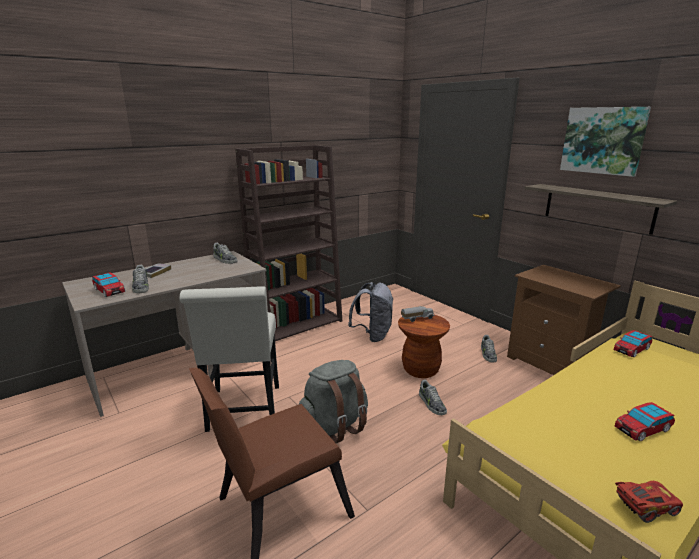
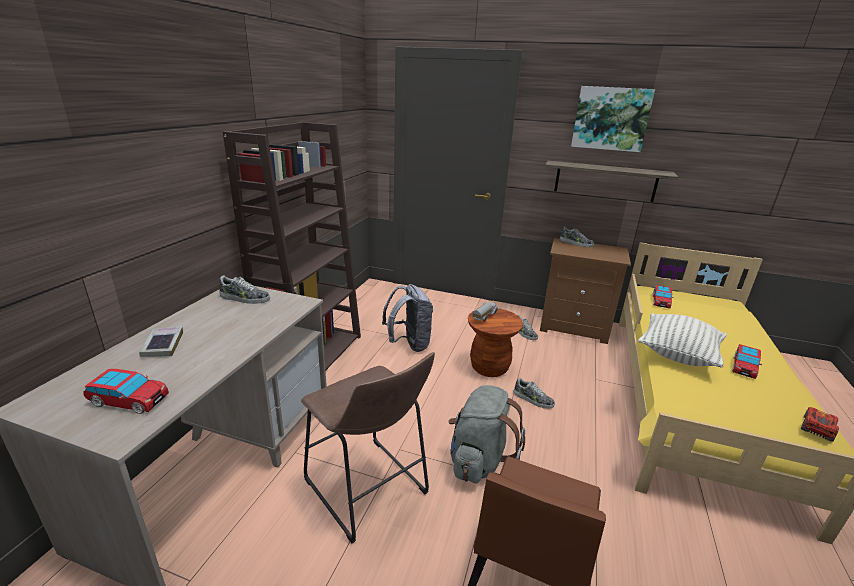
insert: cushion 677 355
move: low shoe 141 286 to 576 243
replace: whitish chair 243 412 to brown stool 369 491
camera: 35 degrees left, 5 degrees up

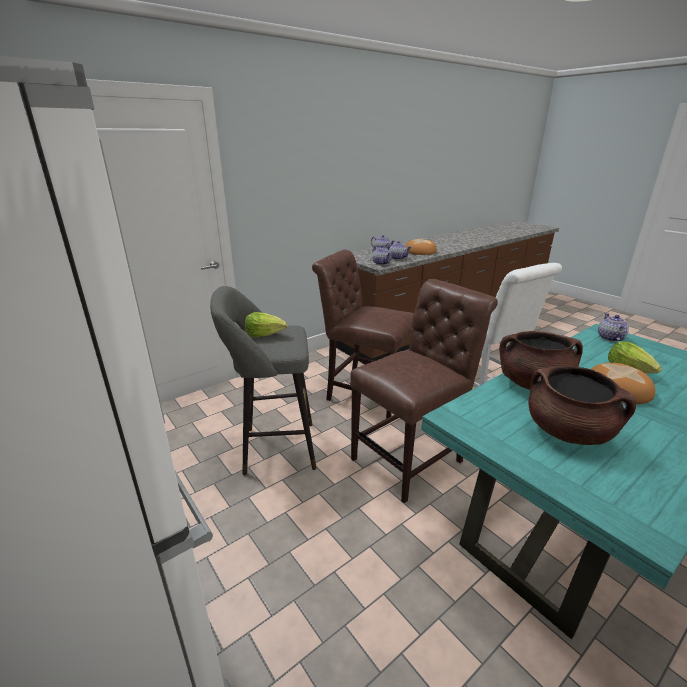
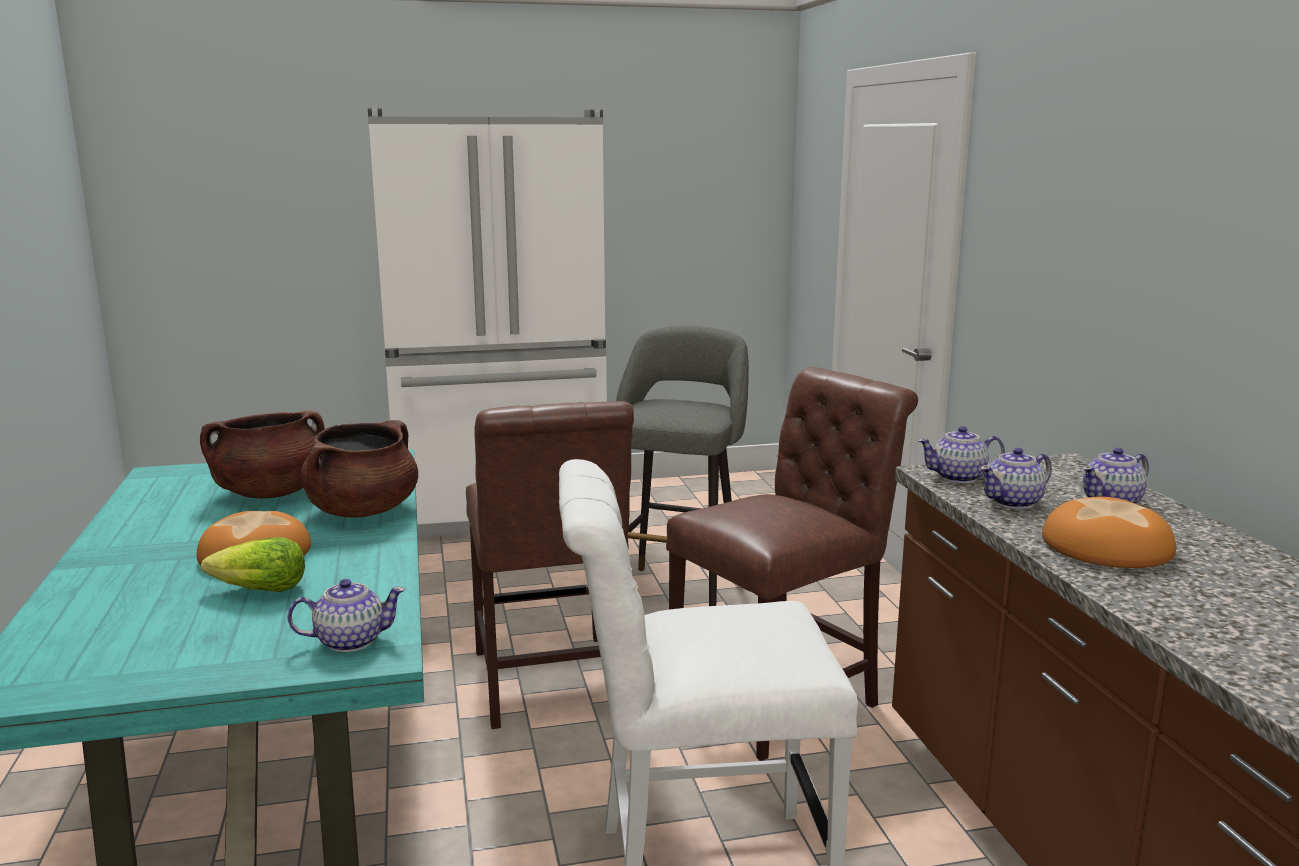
delete: lettuce 265 334
rotate: pot for tea 610 338 = 349 641 45 degrees counterclockwise
camera: 115 degrees right, 10 degrees down

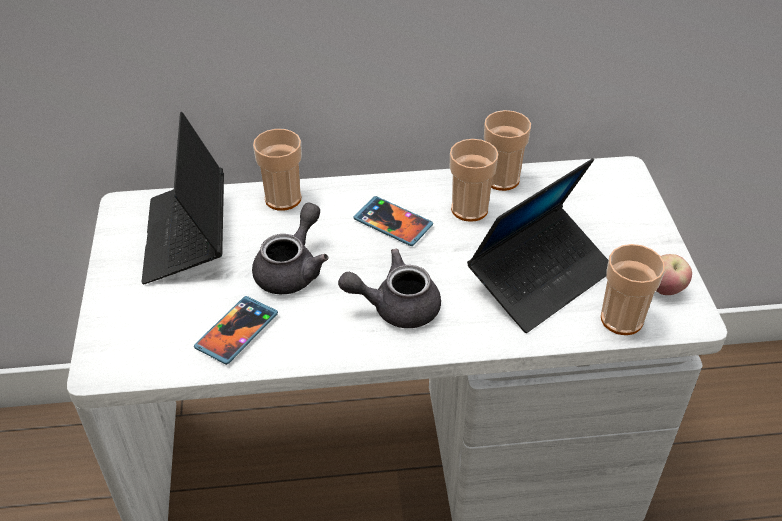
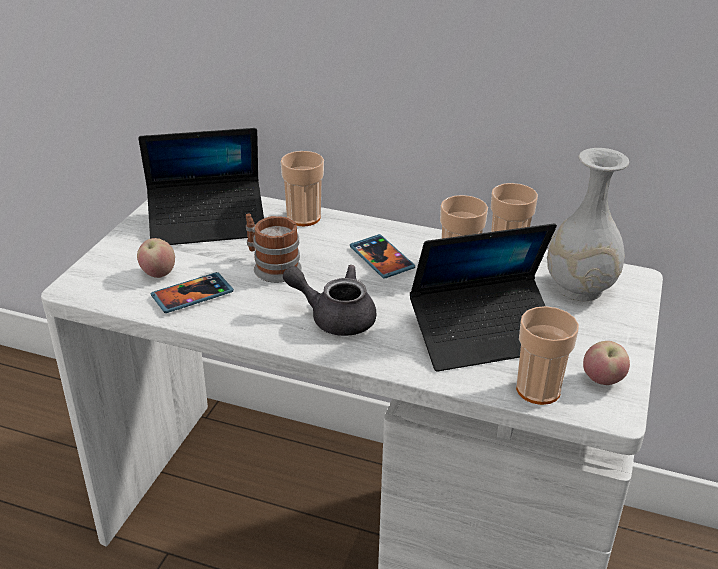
insert: apple 158 274; whitish vase 578 288
replace: grey pot for tea 292 269 to coffee mug 271 266
rotate: notebook computer 187 237 = 207 223 120 degrees counterclockwise
camera: 25 degrees right, 10 degrees down

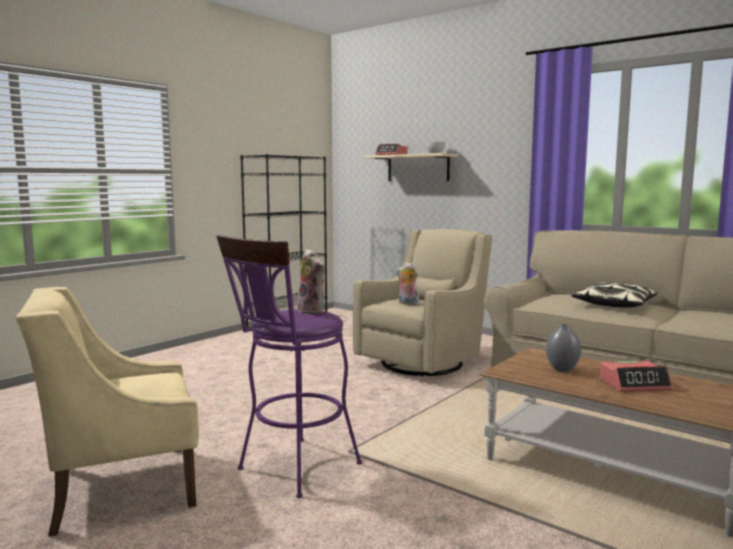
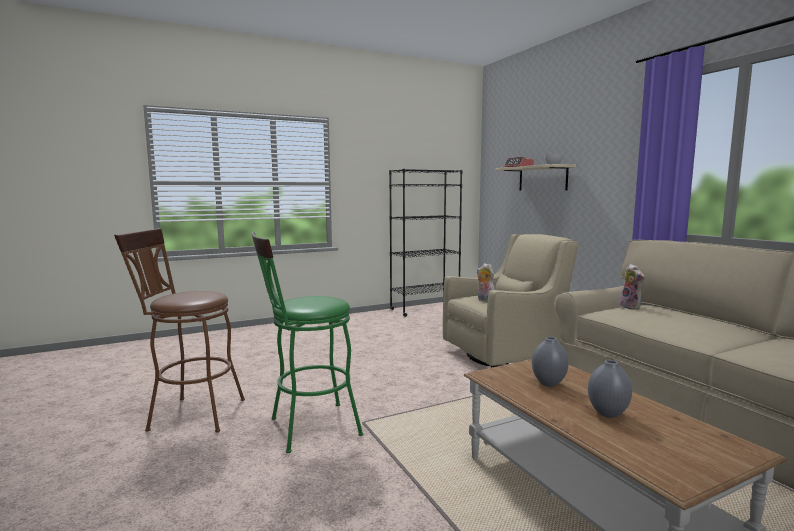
delete: cushion 614 304
move: cuddly toy 313 311 to 631 307
replace: beige-coloured easy chair 120 486 to brown stool 190 414; alarm clock 634 384 to grey vase 608 413
recolor: purple stool 292 470 to green-coloured stool 307 428
camera: 25 degrees right, 0 degrees up

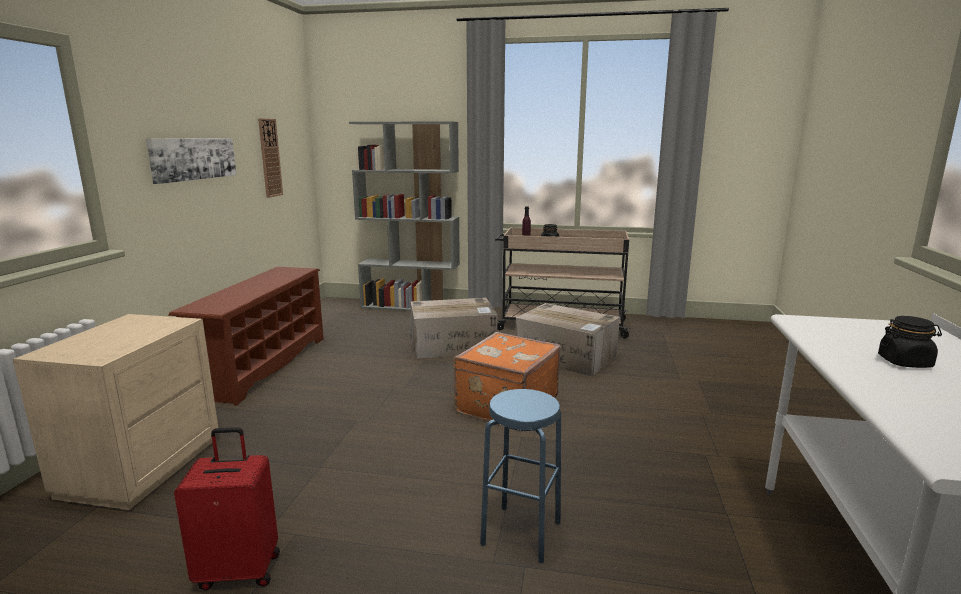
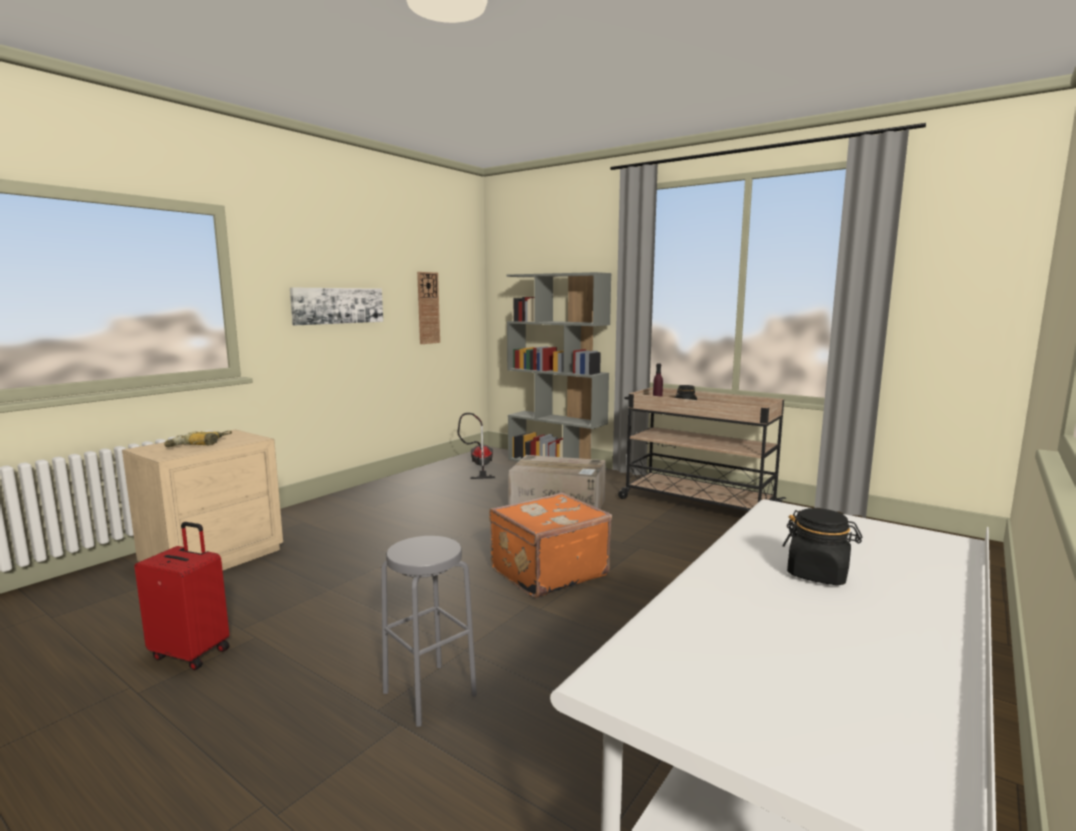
delete: brown shoe stand 263 365; cardboard box 567 356
insert: drill 198 445; vacuum cleaner 479 466
recolor: blue-coloured stool 521 533 to grey stool 430 693
camera: 25 degrees right, 5 degrees down

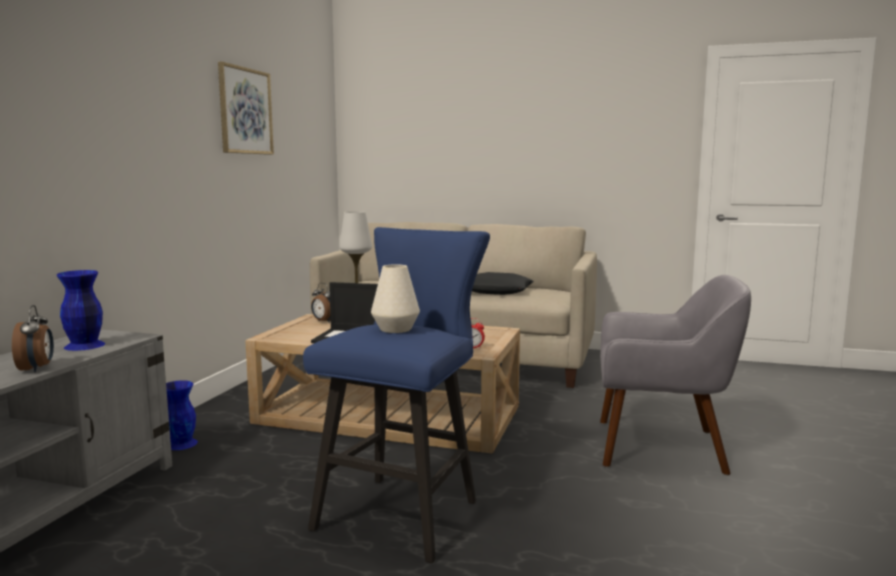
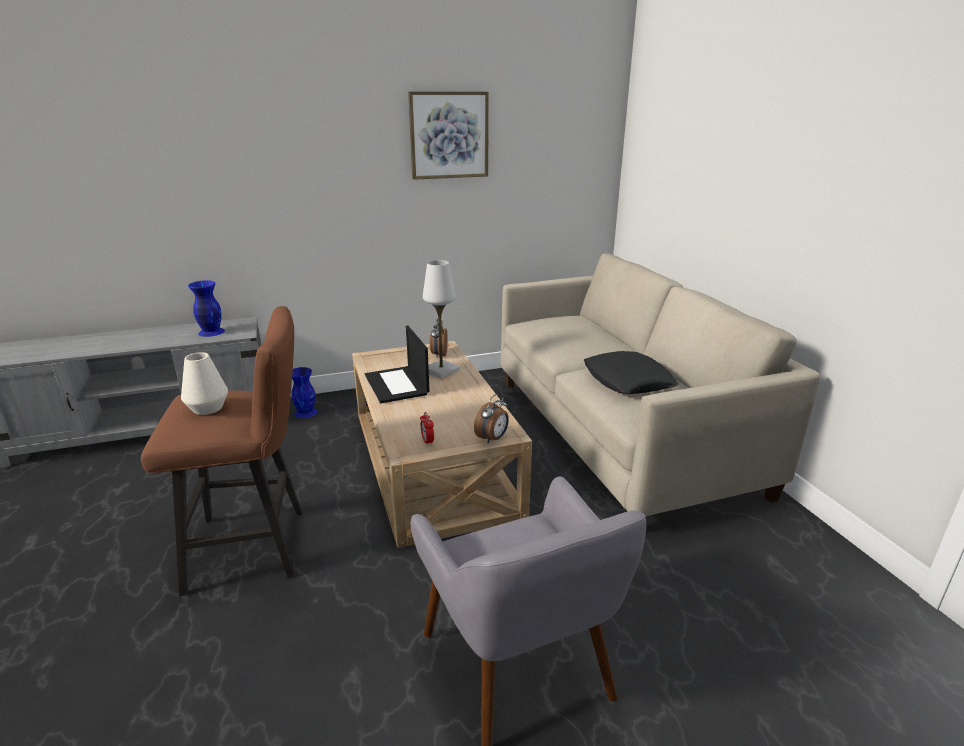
move: alarm clock 37 368 to 492 438
recolor: blue-coloured stool 404 511 to brown stool 257 547
camera: 55 degrees right, 15 degrees up

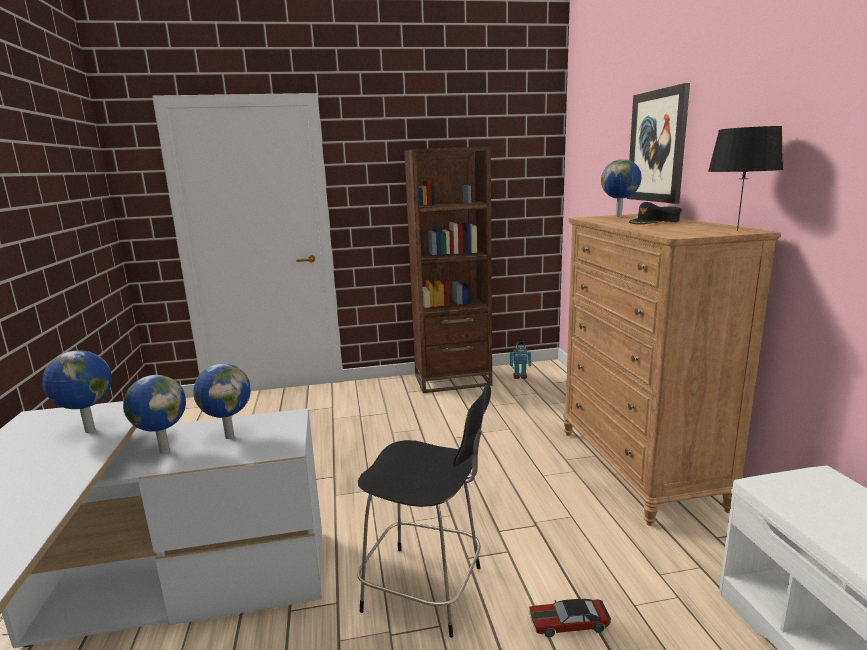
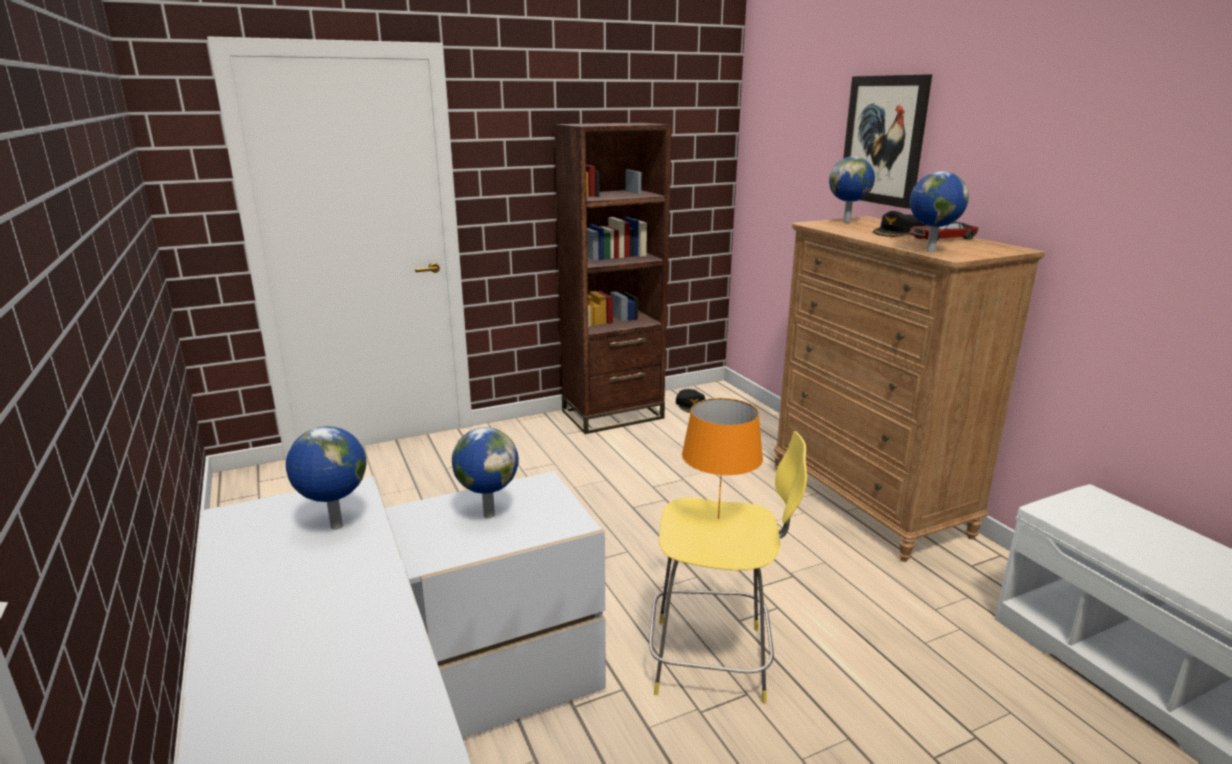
delete: blackish tabletop lamp 738 230
insert: orangey tabletop lamp 718 518
move: world globe 164 451 to 929 251; toy car 568 623 to 942 239
replace: toy robot 520 376 to blackish peaked cap 691 405
recolor: blackish stool 427 590 to yellowish stool 714 660
camera: 15 degrees left, 5 degrees up

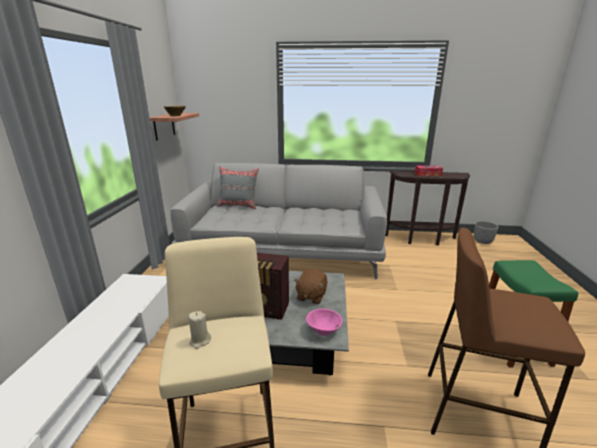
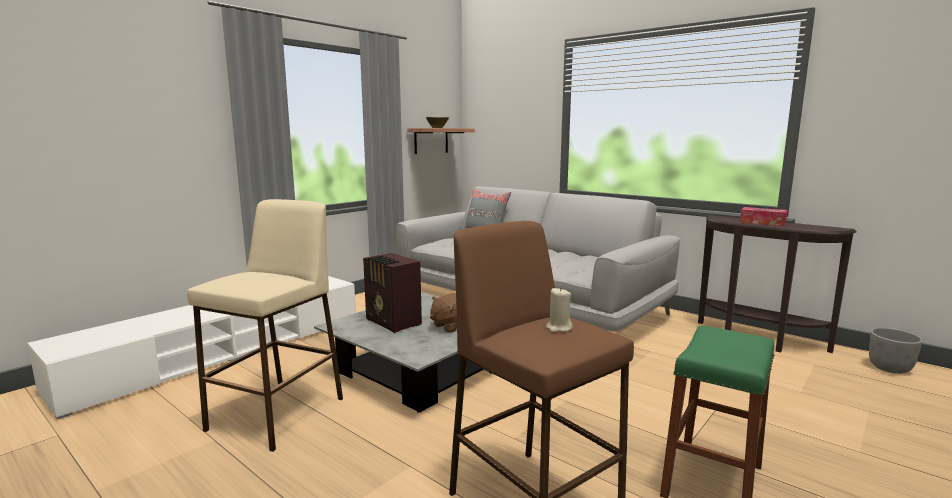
delete: pink deep dish 323 331
move: beige-coloured candle 200 341 to 558 328
camera: 35 degrees right, 10 degrees down

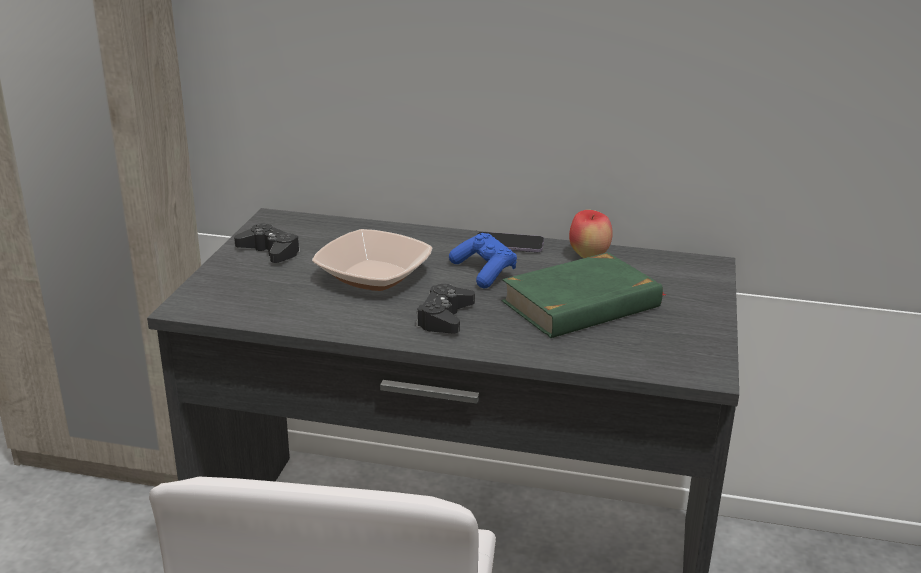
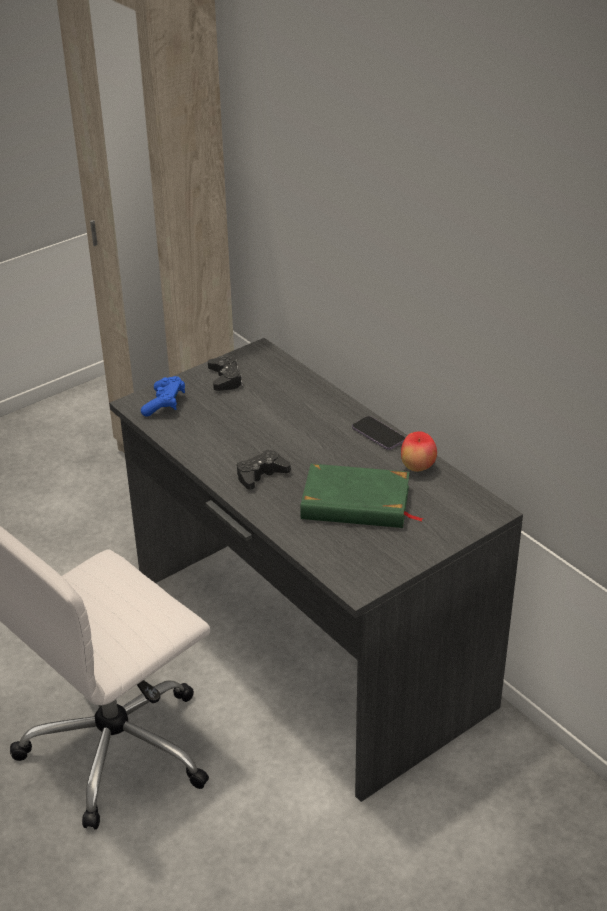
delete: deep dish 373 275
move: blue-coloured joypad 484 272 to 164 404
camera: 40 degrees right, 10 degrees up

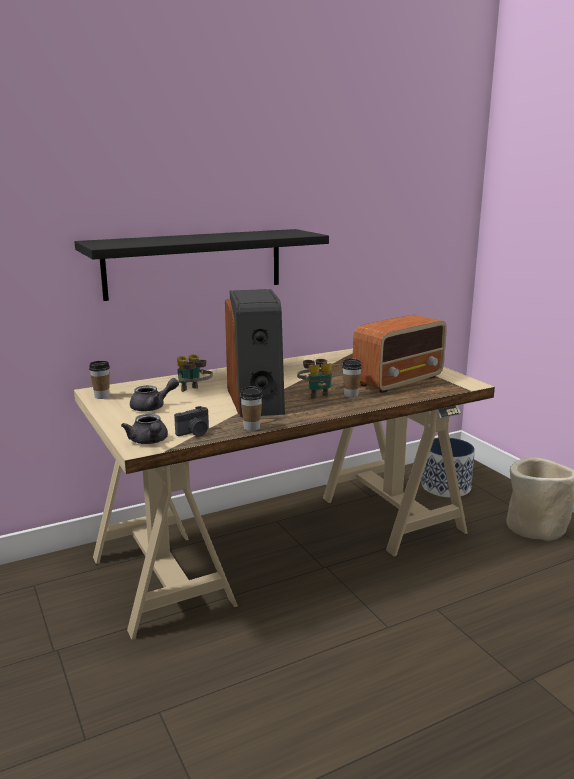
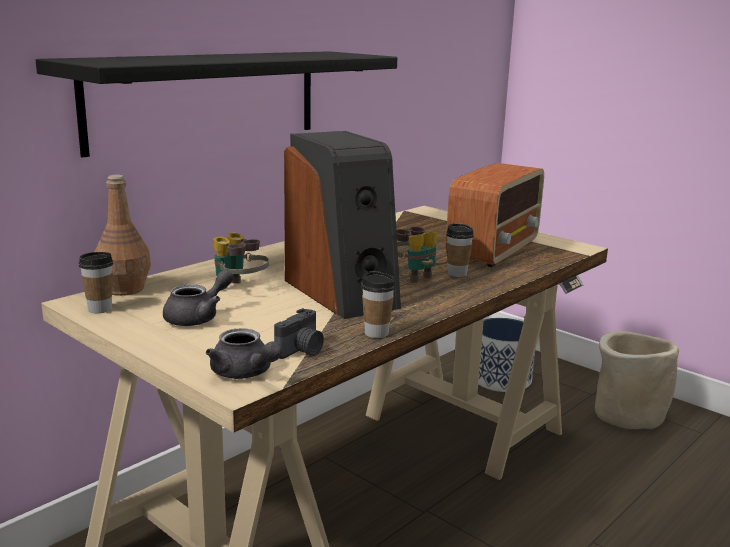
insert: brown drink bottle 123 289
camera: 20 degrees left, 0 degrees up

